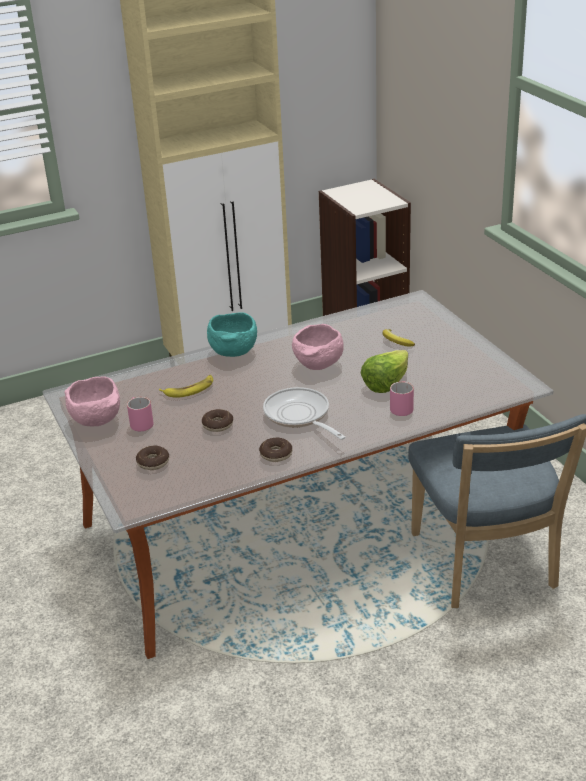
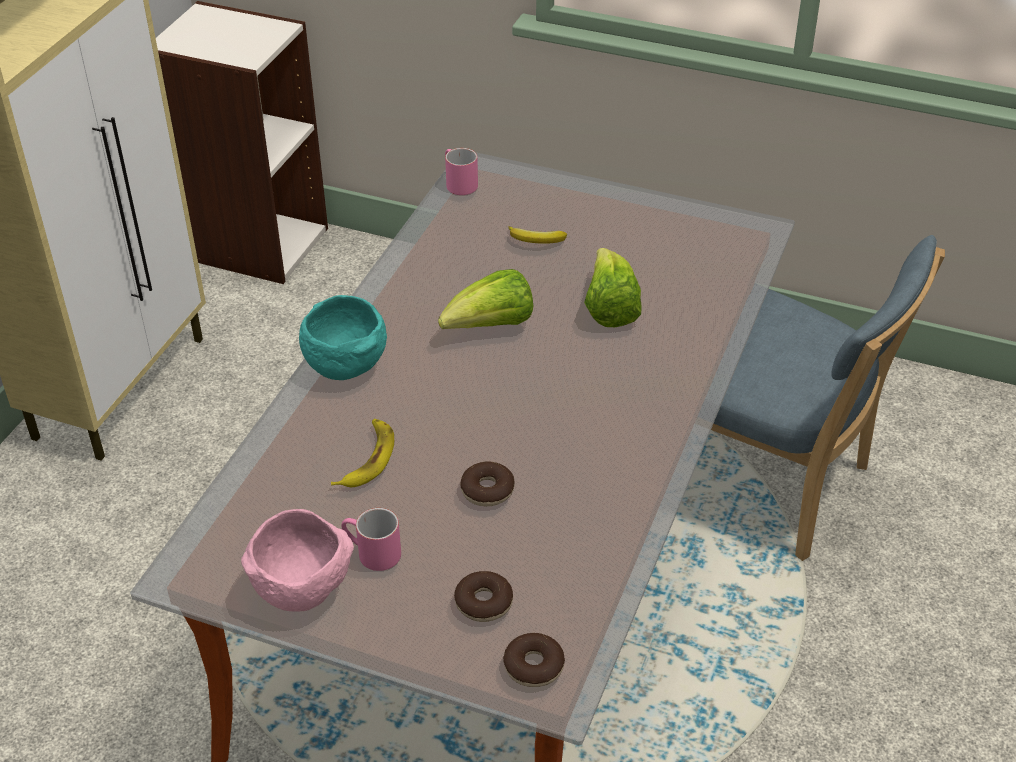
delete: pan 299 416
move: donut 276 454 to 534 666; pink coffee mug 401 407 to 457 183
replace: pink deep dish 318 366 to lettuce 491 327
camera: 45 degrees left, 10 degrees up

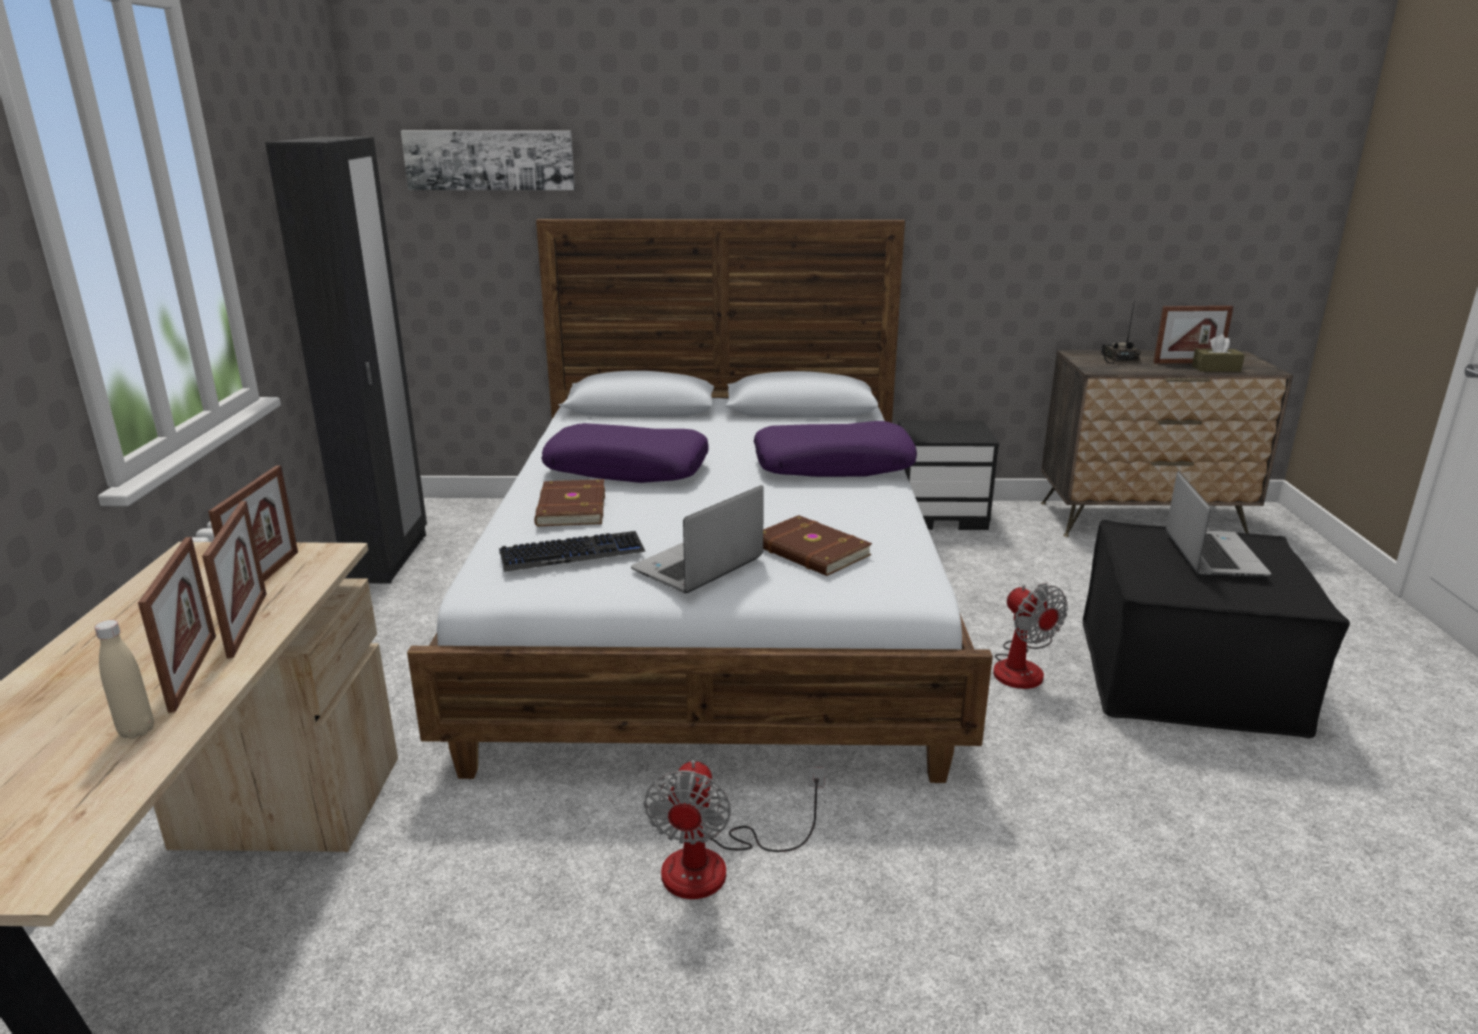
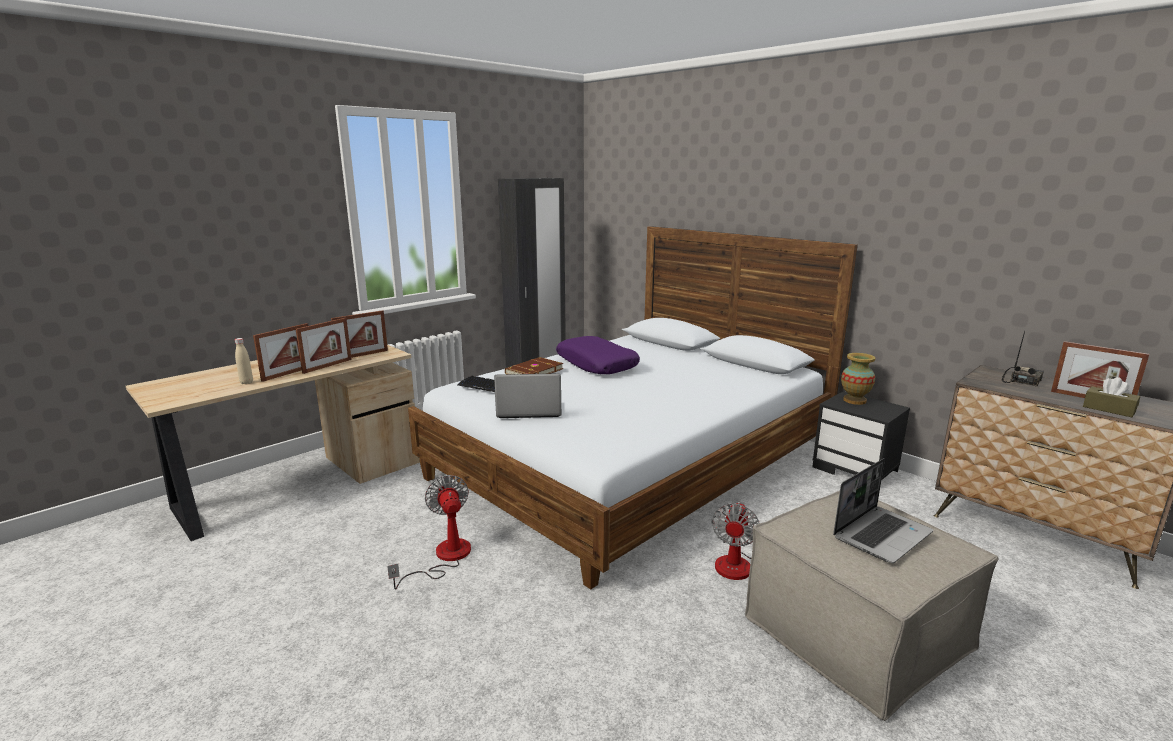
delete: wall picture 489 160; purple cushion 833 465; brown bound book 810 551
insert: vase 854 400
recolor: blackish pouffe 1186 676 to beige-coloured pouffe 856 632
rotate: fan 716 865 = 444 558 105 degrees clockwise
camera: 45 degrees right, 5 degrees down

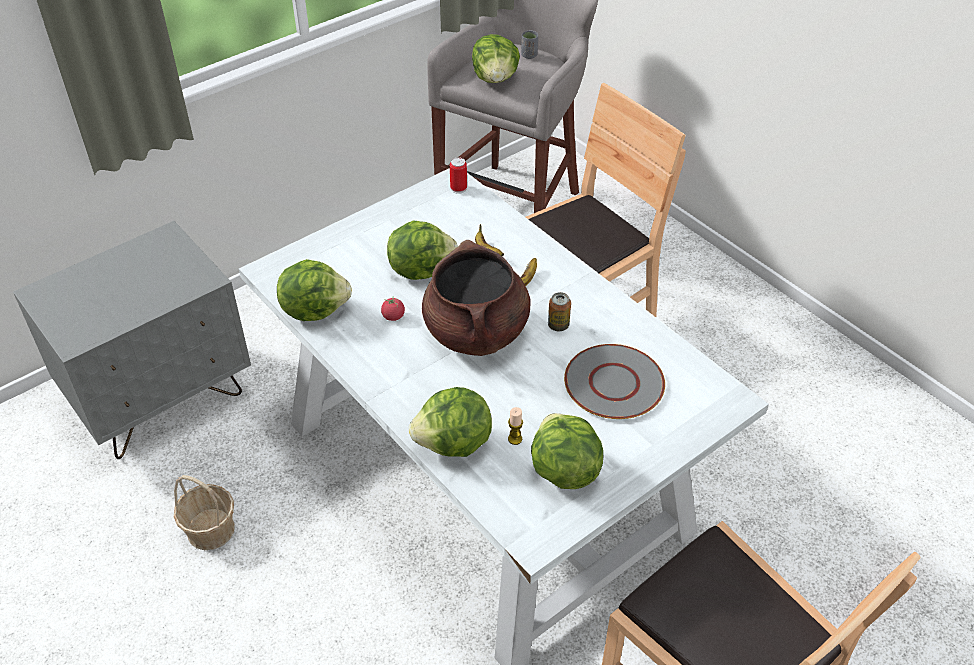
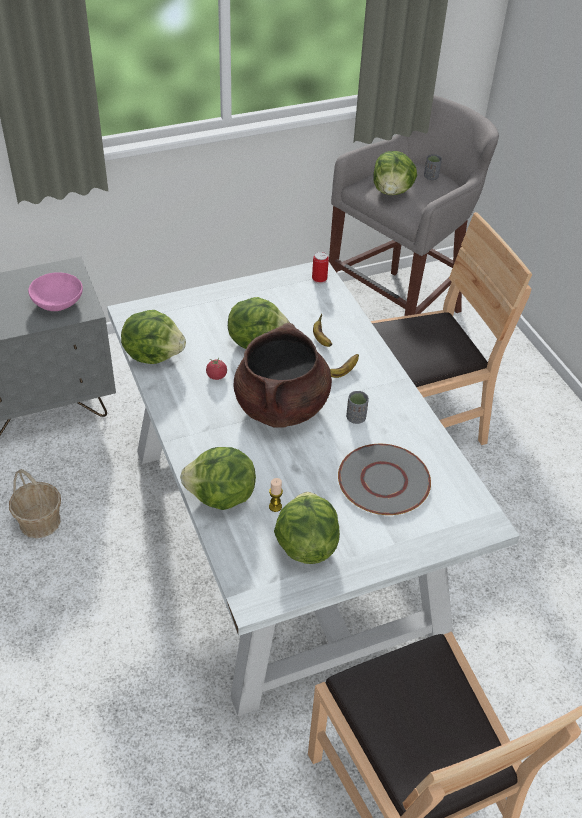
insert: pink deep dish 58 303
replace: sealed can 558 325 to grey small cup 356 418
camera: 15 degrees right, 0 degrees up

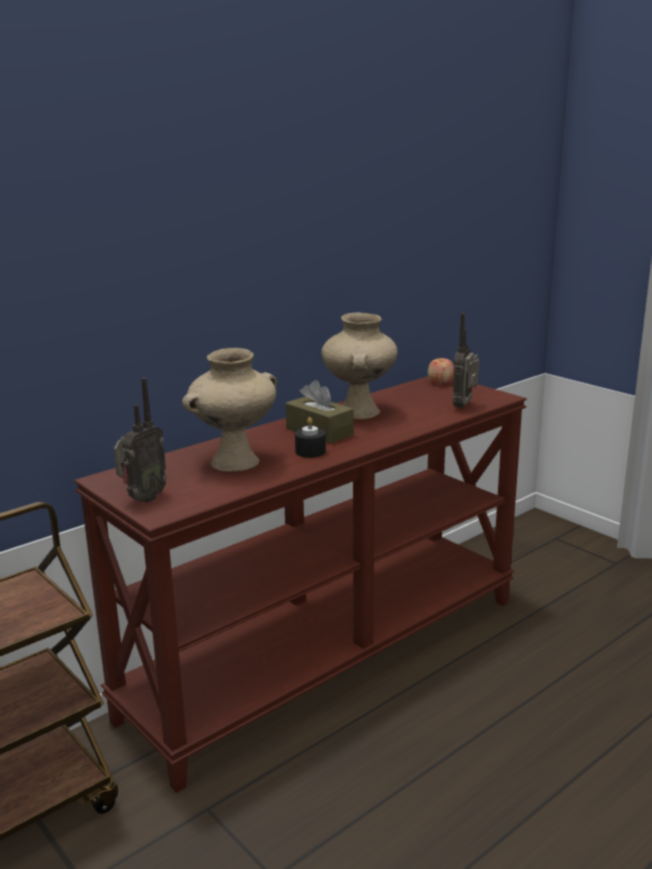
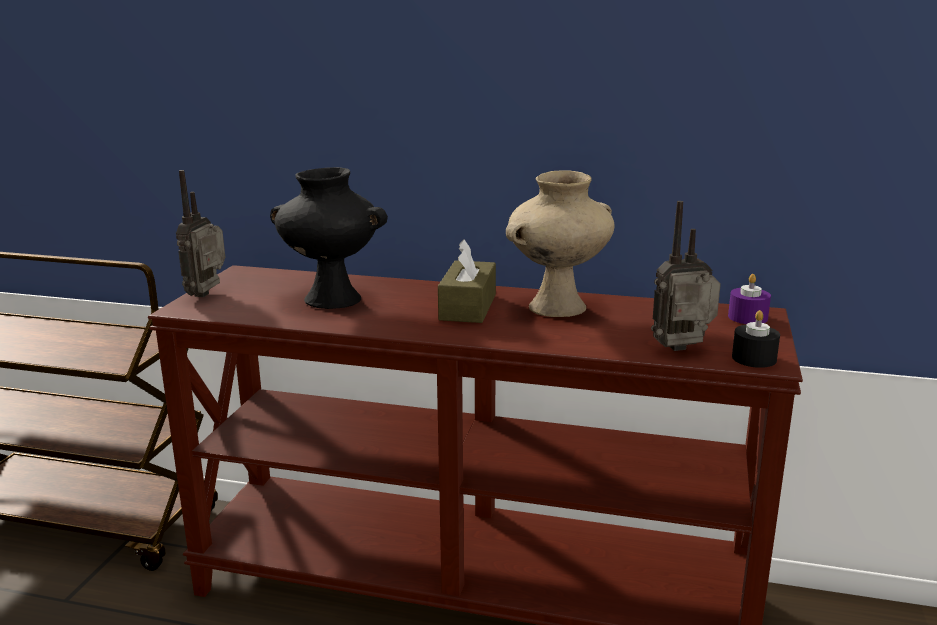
move: blackish candle 310 451 to 754 358
replace: apple 440 382 to purple candle 747 317
recolor: beige-coloured vase 234 463 to blackish vase 331 300
rotate: radio receiver 142 499 = 209 295 105 degrees clockwise
camera: 55 degrees right, 0 degrees up

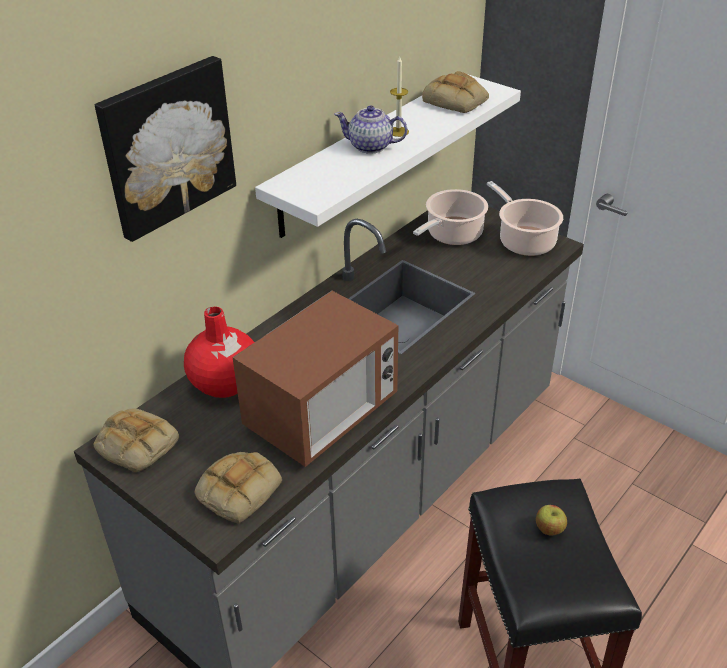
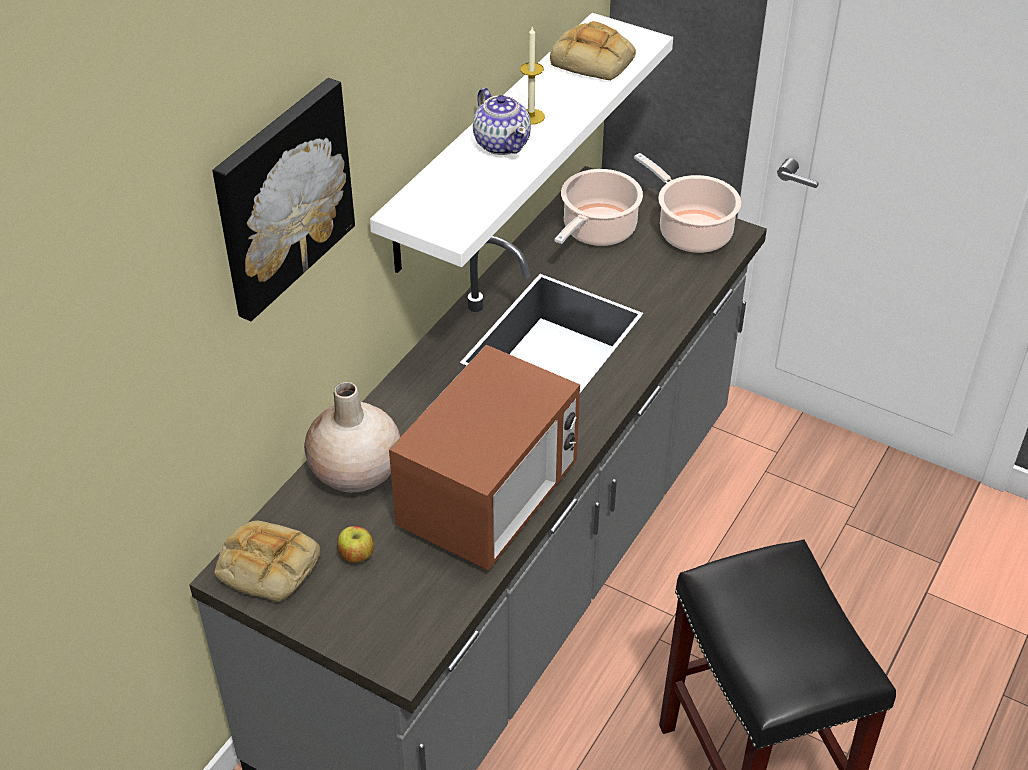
delete: bread 238 489
move: apple 549 529 to 356 555
recolor: reddish vase 225 383 to beige-coloured vase 355 472
rotate: pot for tea 371 147 = 502 143 120 degrees counterclockwise
camera: 10 degrees left, 5 degrees up

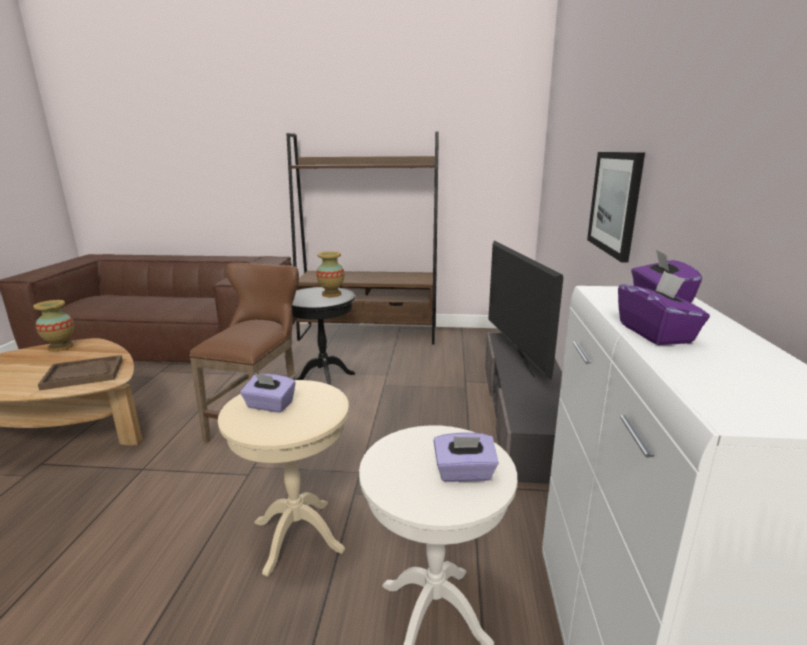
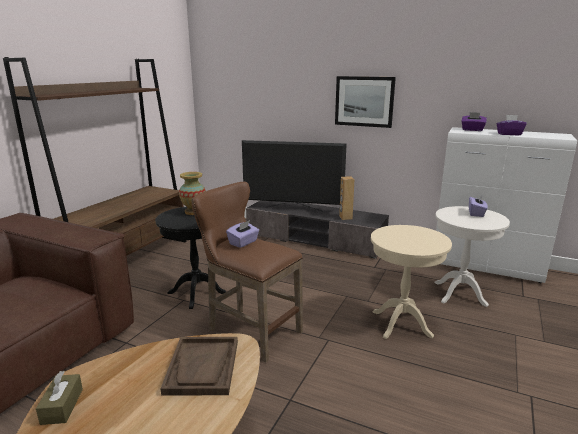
insert: brown speaker 345 217
move: purple box of tissues 269 405 to 243 242
replace: vase 61 347 to brown box of tissues 62 406
camera: 70 degrees left, 0 degrees up

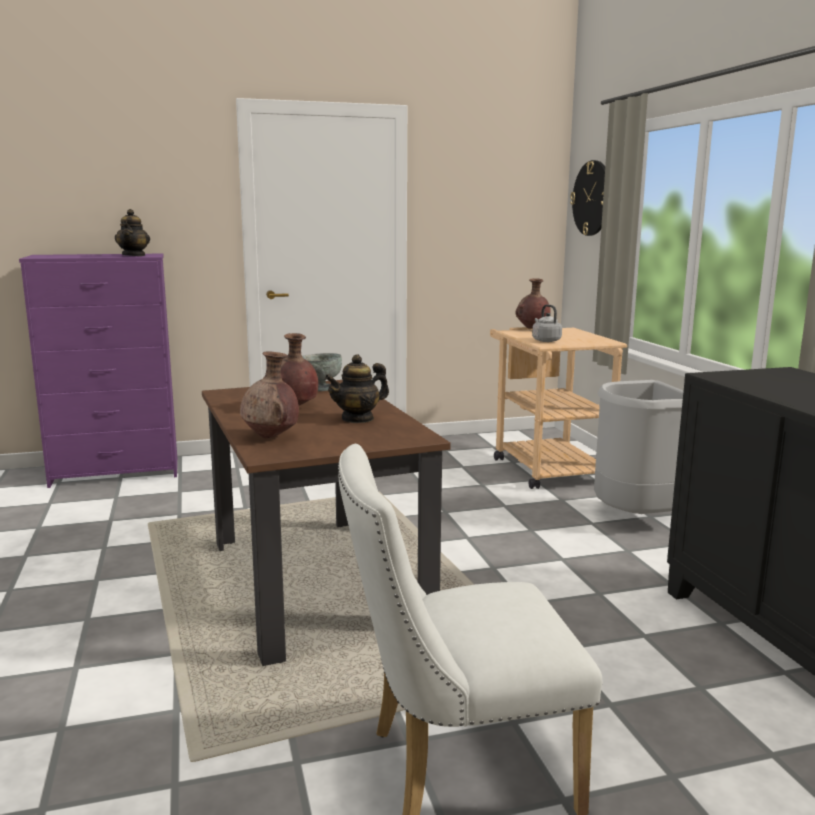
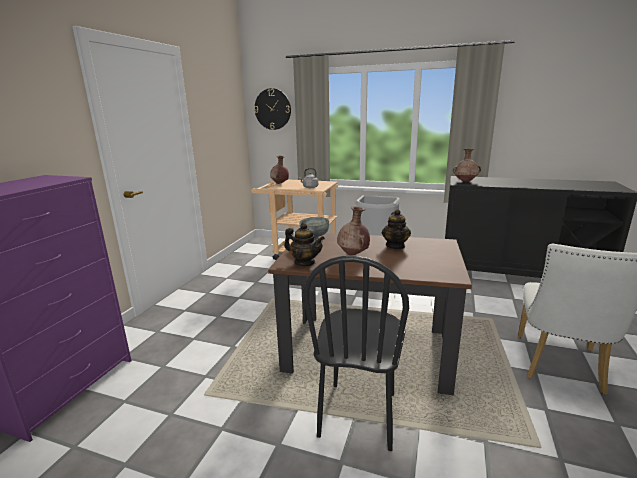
insert: blackish chair 358 415
move: pot for tea 134 255 to 305 263; brown vase 271 437 to 465 182
camera: 55 degrees left, 5 degrees up

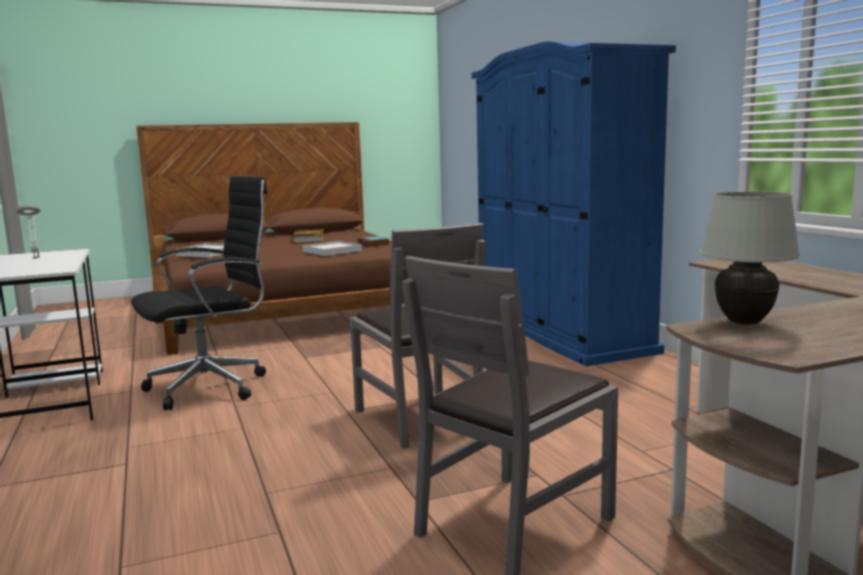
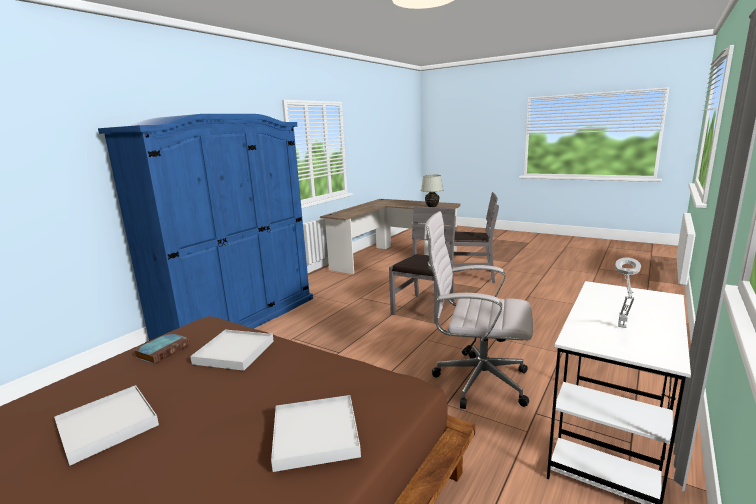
replace: bound book 308 240 to whitish carrying tray 107 426
recolor: blackish office chair 213 387 to whitish office chair 477 381
camera: 125 degrees left, 5 degrees up

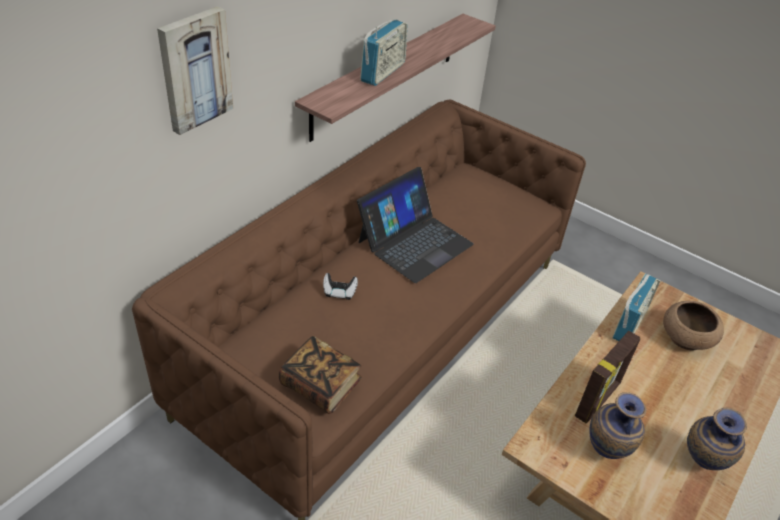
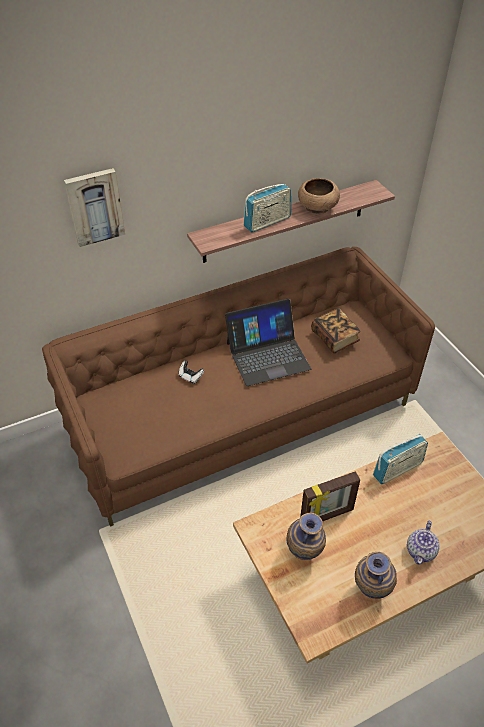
insert: pot for tea 421 551
move: bound book 320 385 to 335 338; brown deep dish 686 339 to 317 207
camera: 30 degrees right, 5 degrees up

